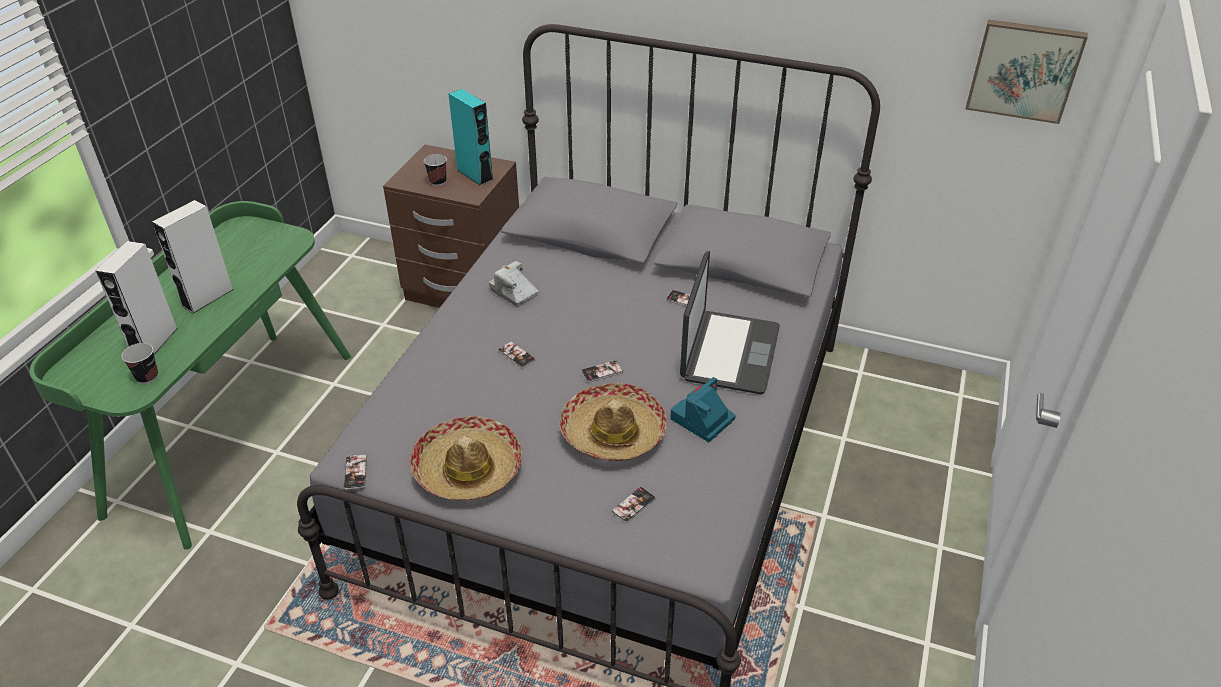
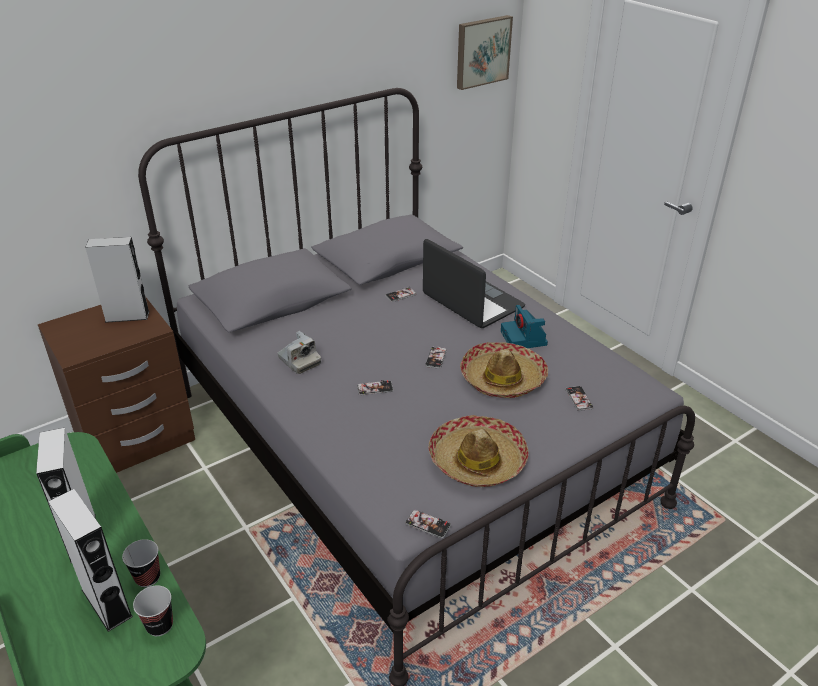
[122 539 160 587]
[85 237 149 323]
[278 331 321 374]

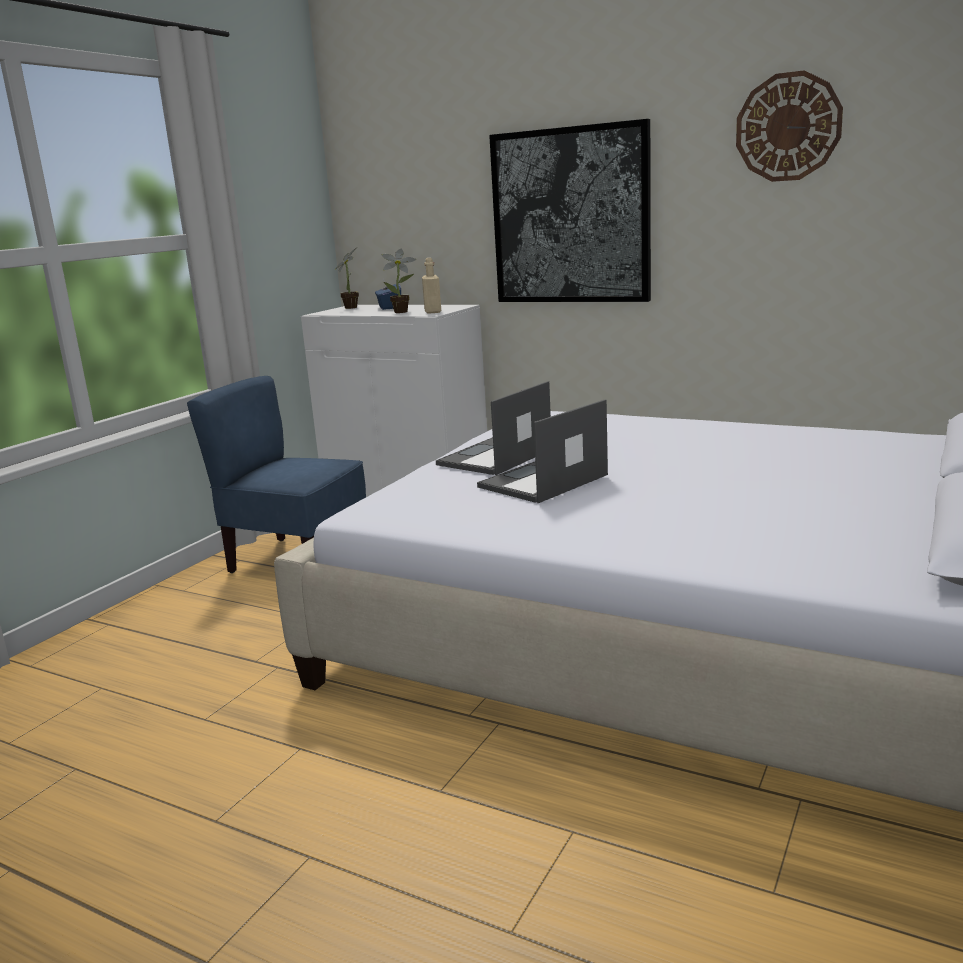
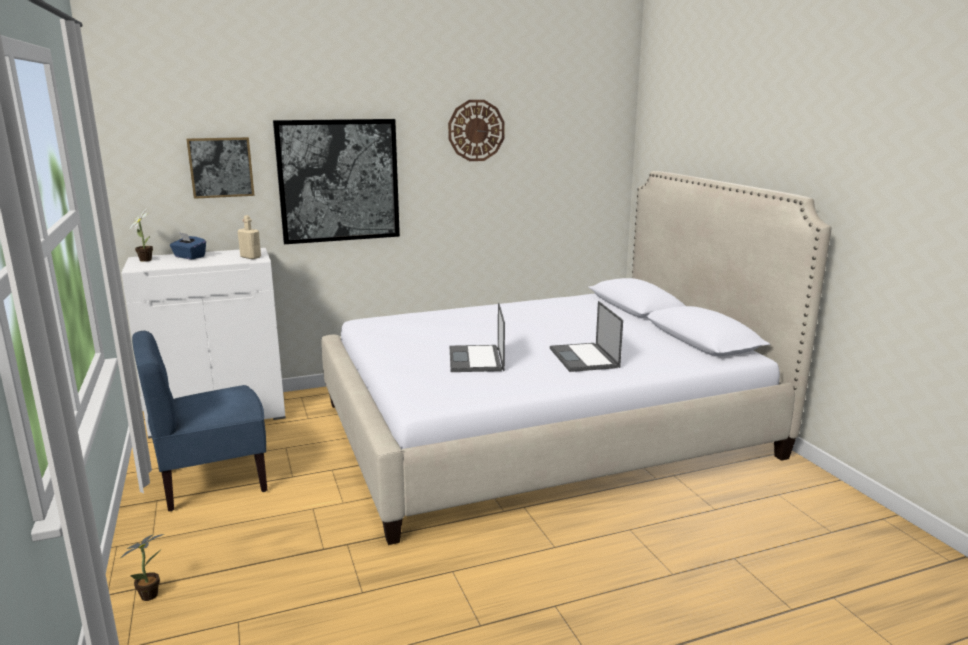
[121 534 164 601]
[550 301 623 372]
[187 137 255 199]

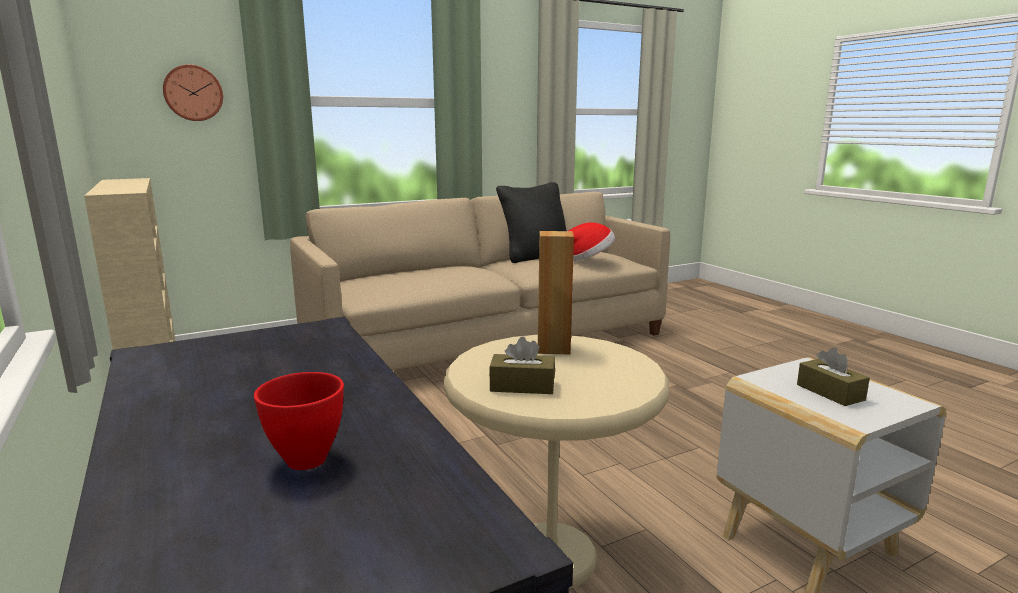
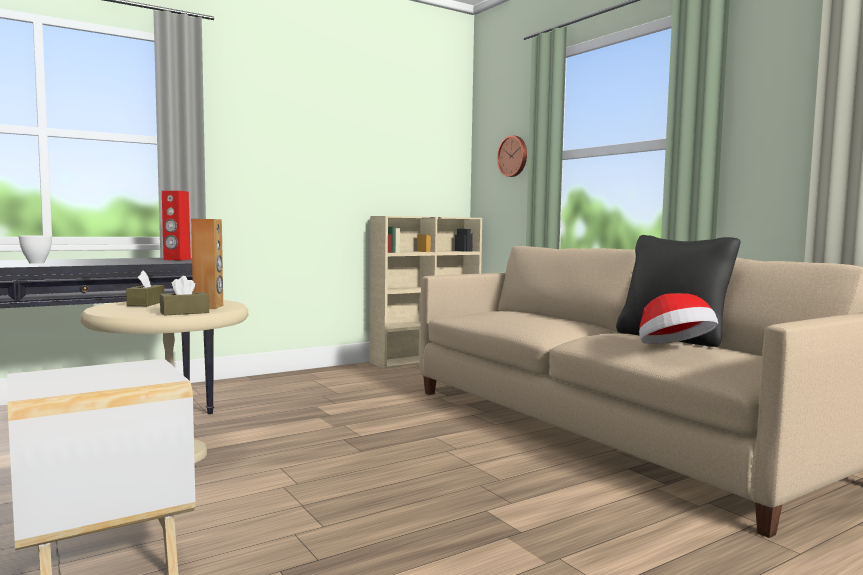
[18 235 52 264]
[160 276 209 316]
[162 191 191 260]

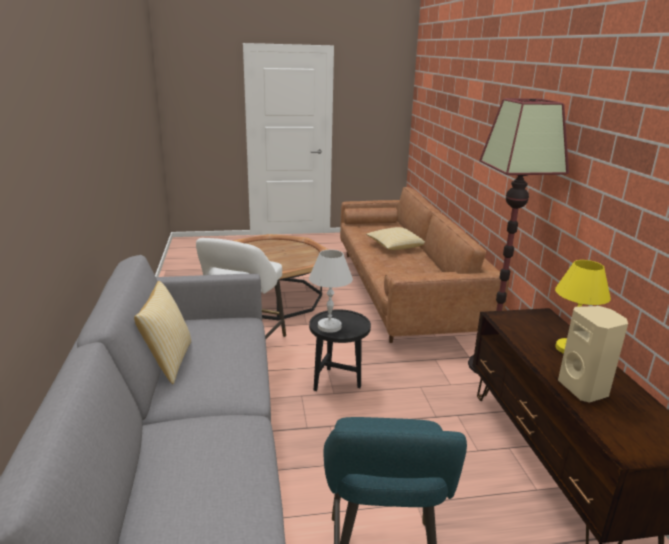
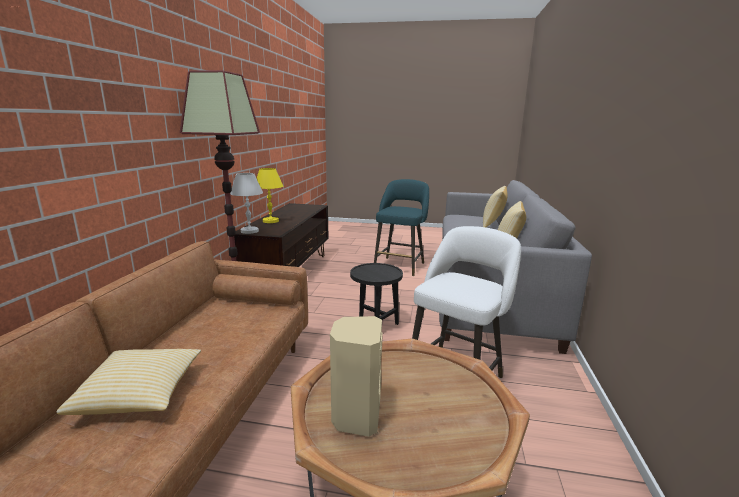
[230 173 263 234]
[330 316 383 437]
[483 186 508 227]

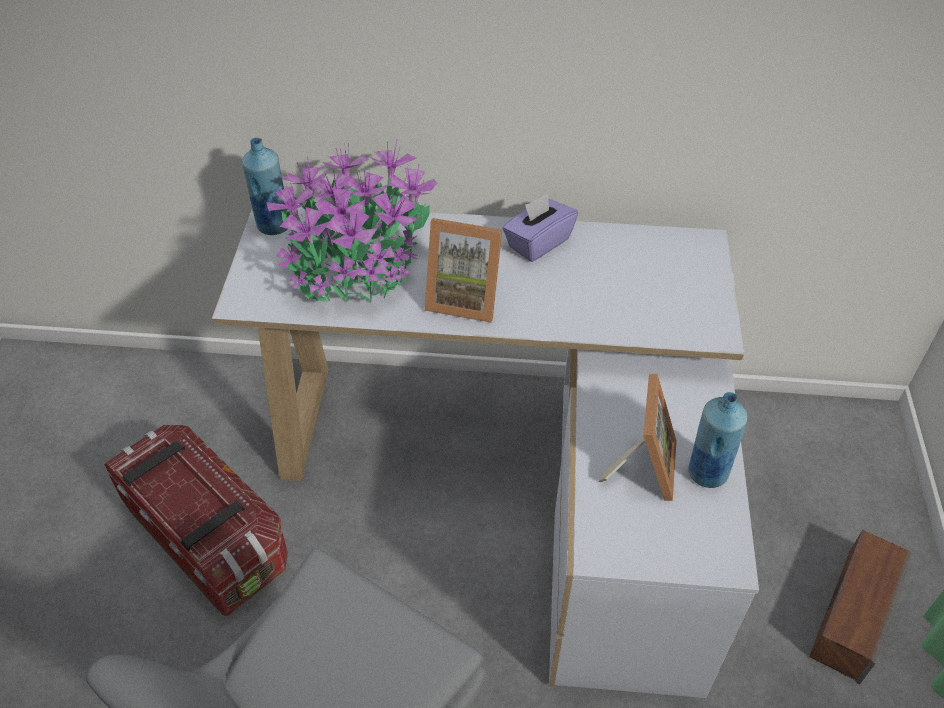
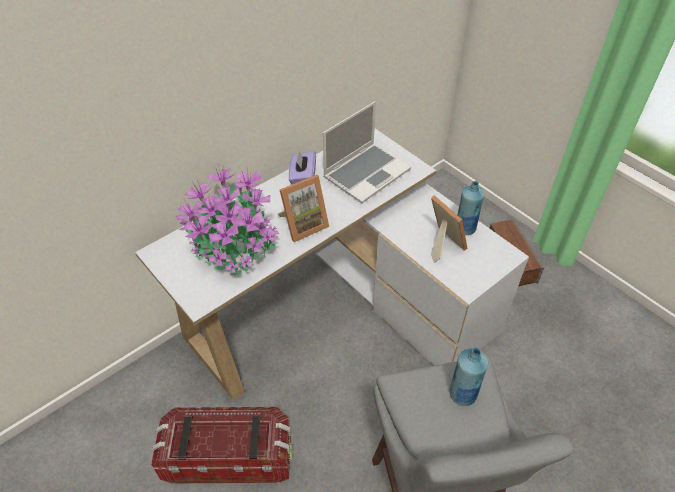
[450 347 488 406]
[323 101 411 203]

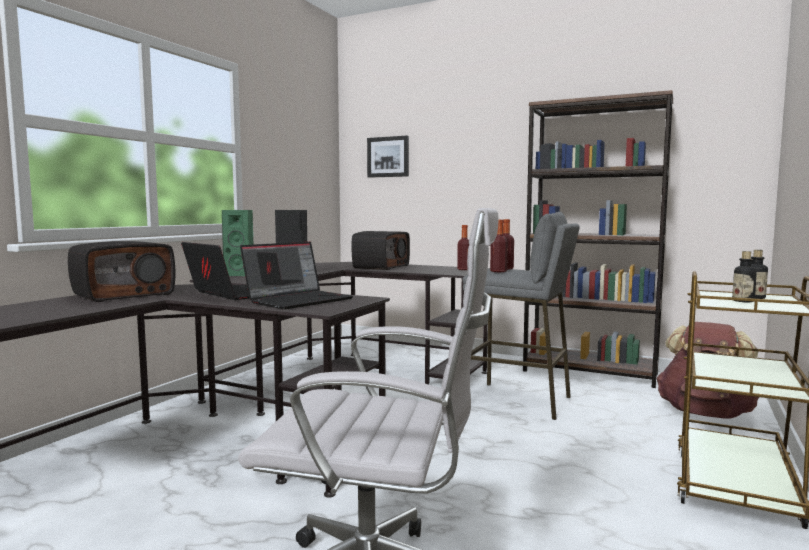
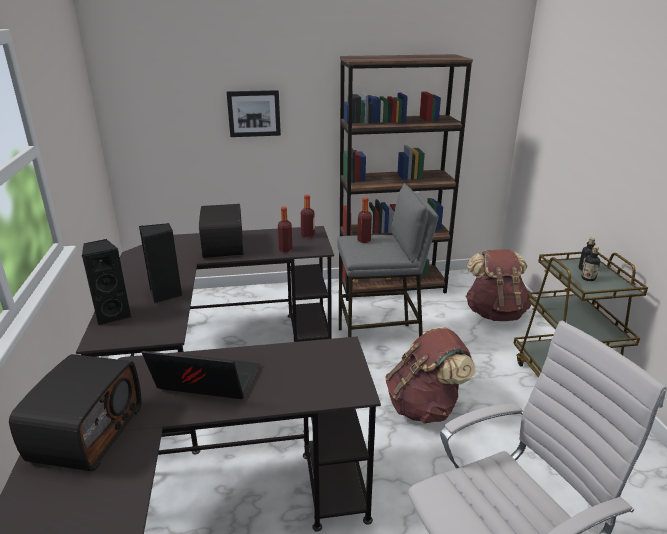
[82 239 132 326]
[240 242 353 309] (first image)
[227 90 281 137]
[278 207 293 252]
[385 327 476 423]

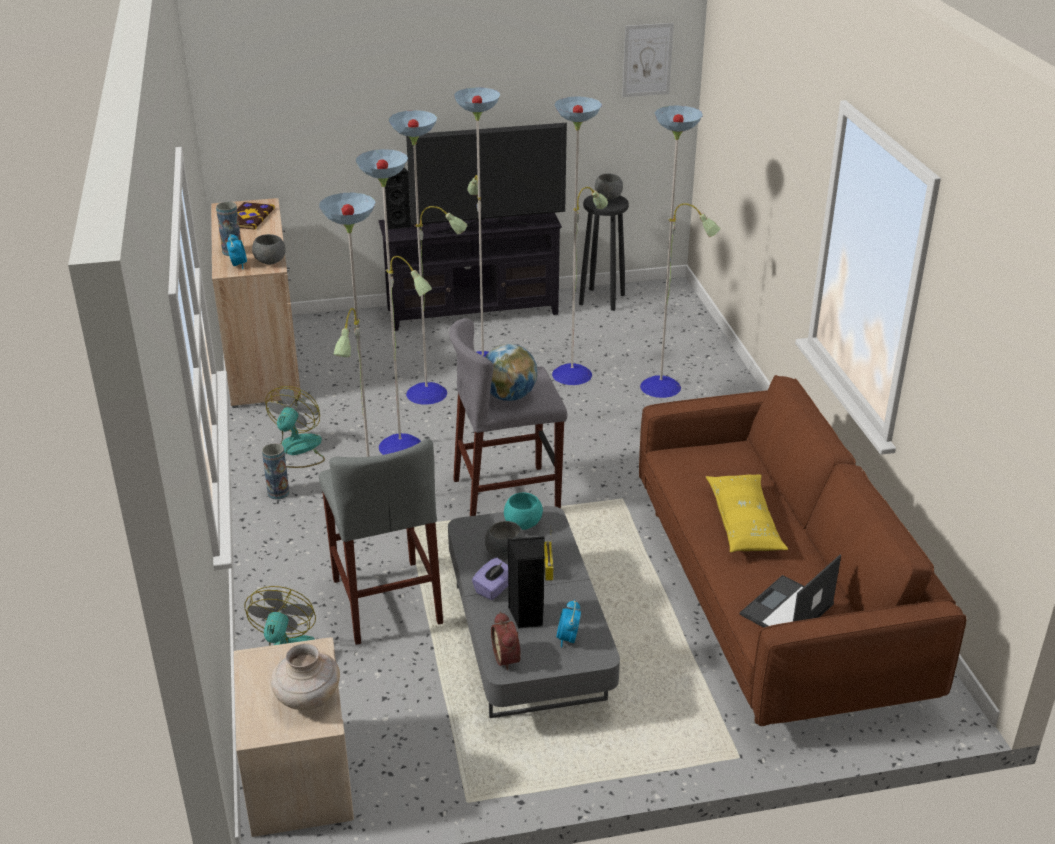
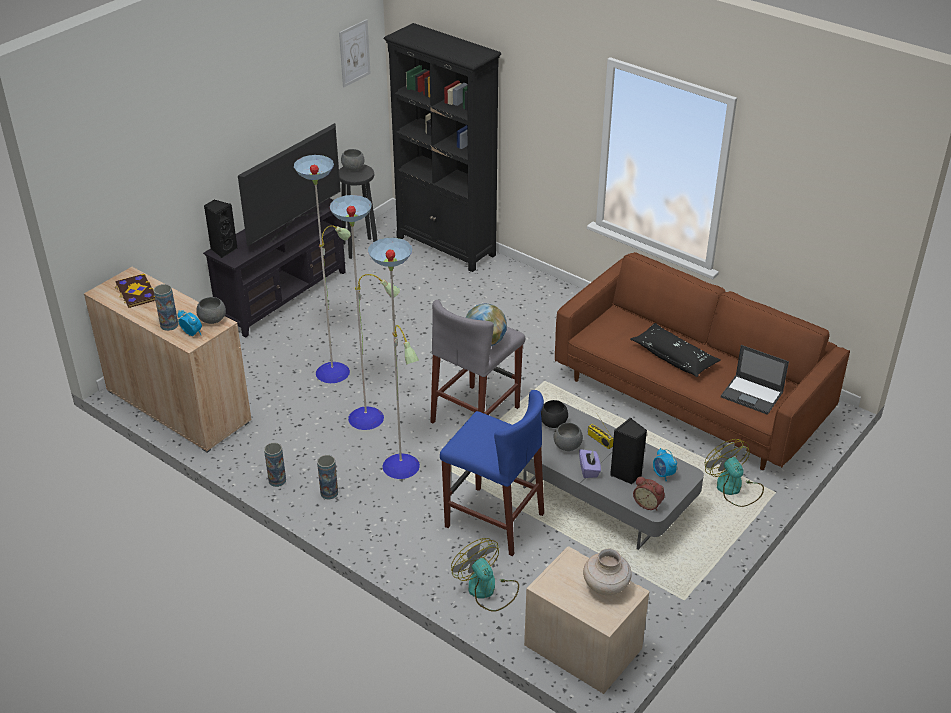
[705 439 764 507]
[440 390 544 556]
[454 87 720 398] (first image)
[541 400 568 428]
[630 323 720 377]
[721 345 789 415]
[264 443 286 487]
[384 23 501 272]

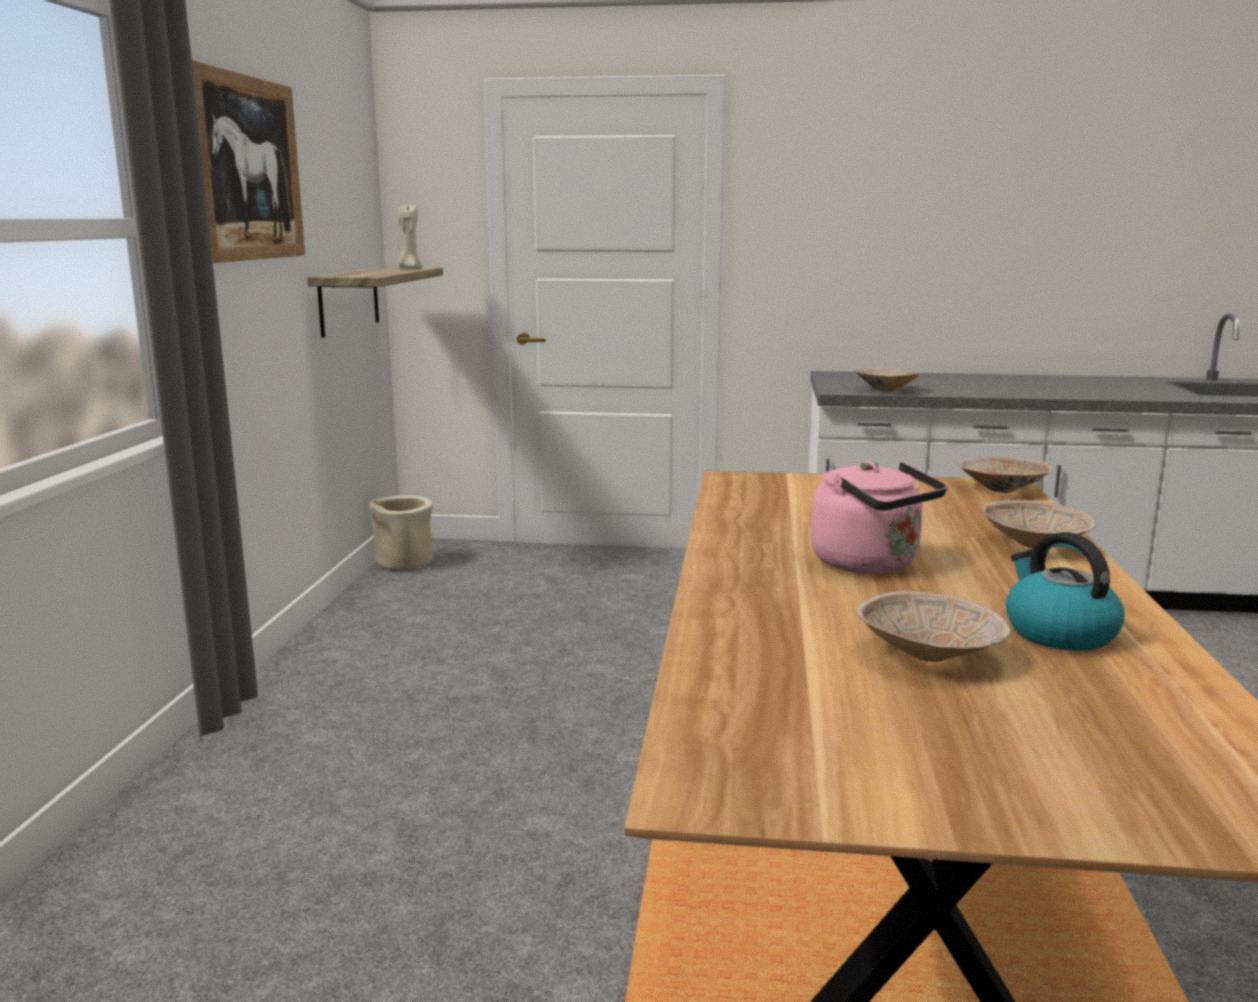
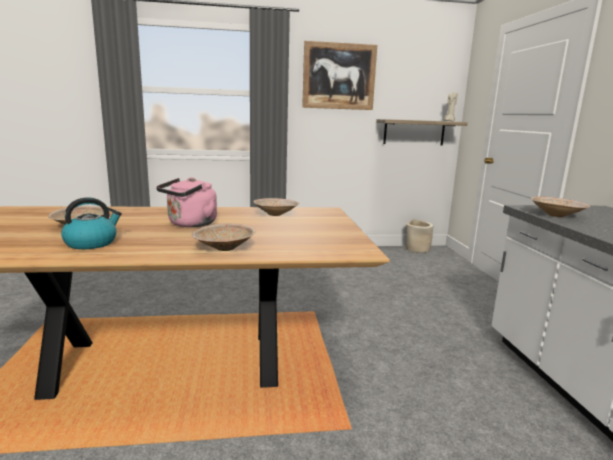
[253 198 299 216]

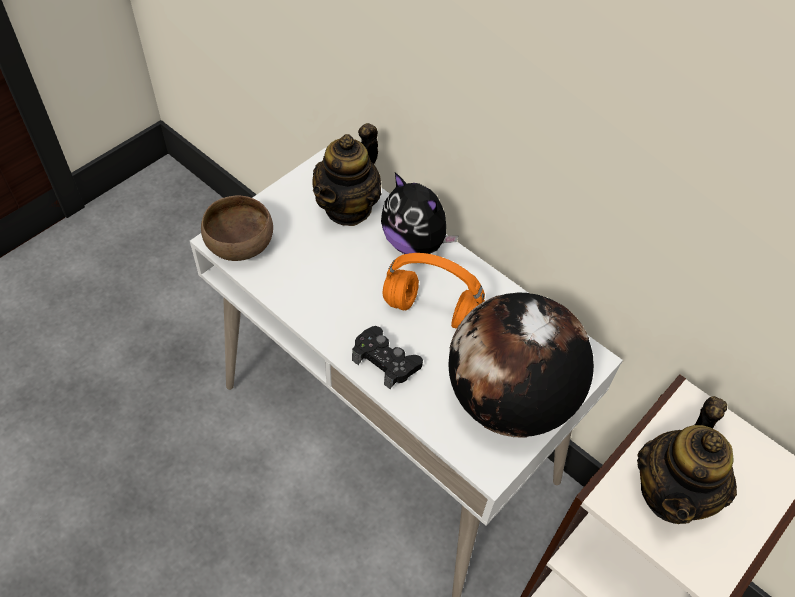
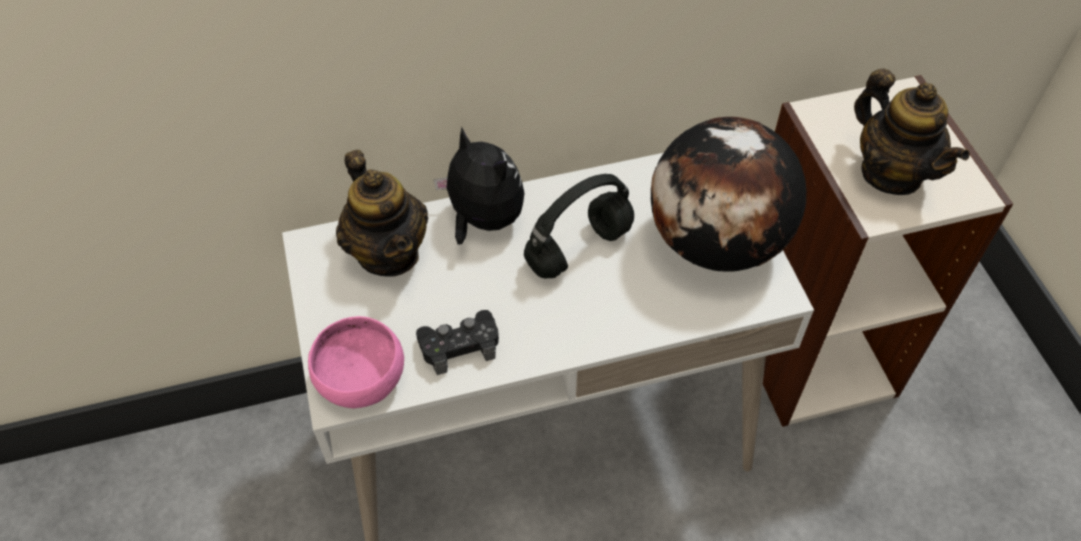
[308 316 404 408]
[416 310 499 375]
[433 127 525 245]
[524 174 634 278]

